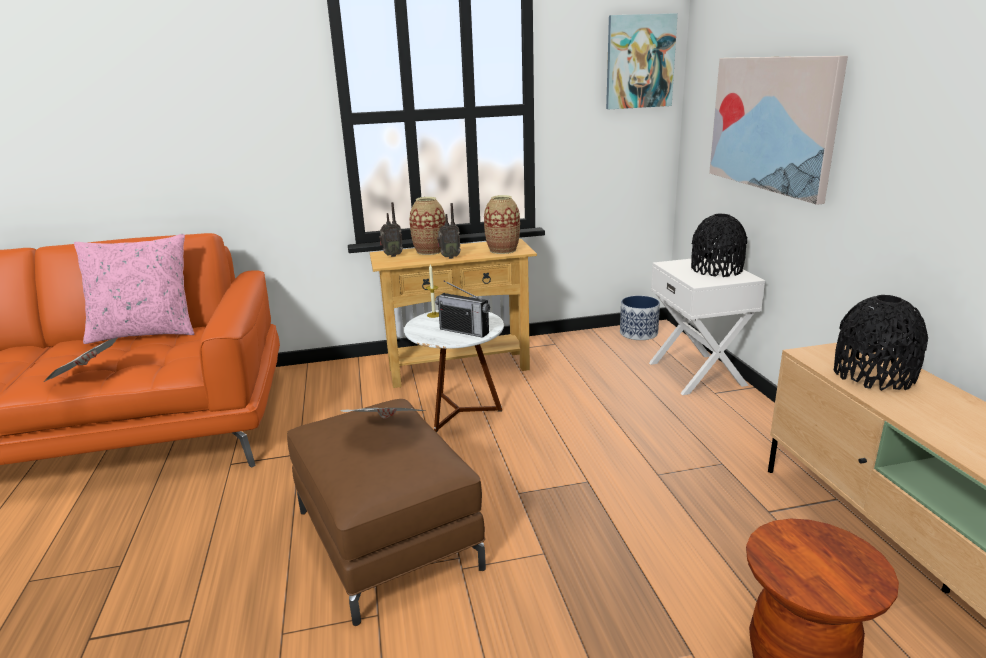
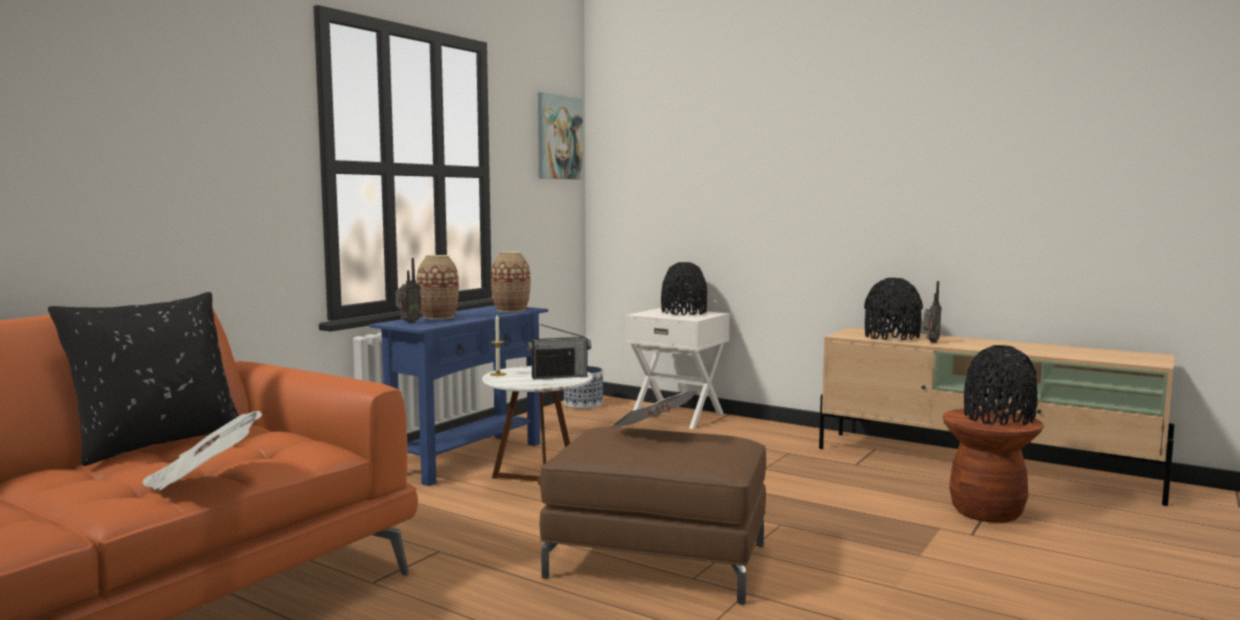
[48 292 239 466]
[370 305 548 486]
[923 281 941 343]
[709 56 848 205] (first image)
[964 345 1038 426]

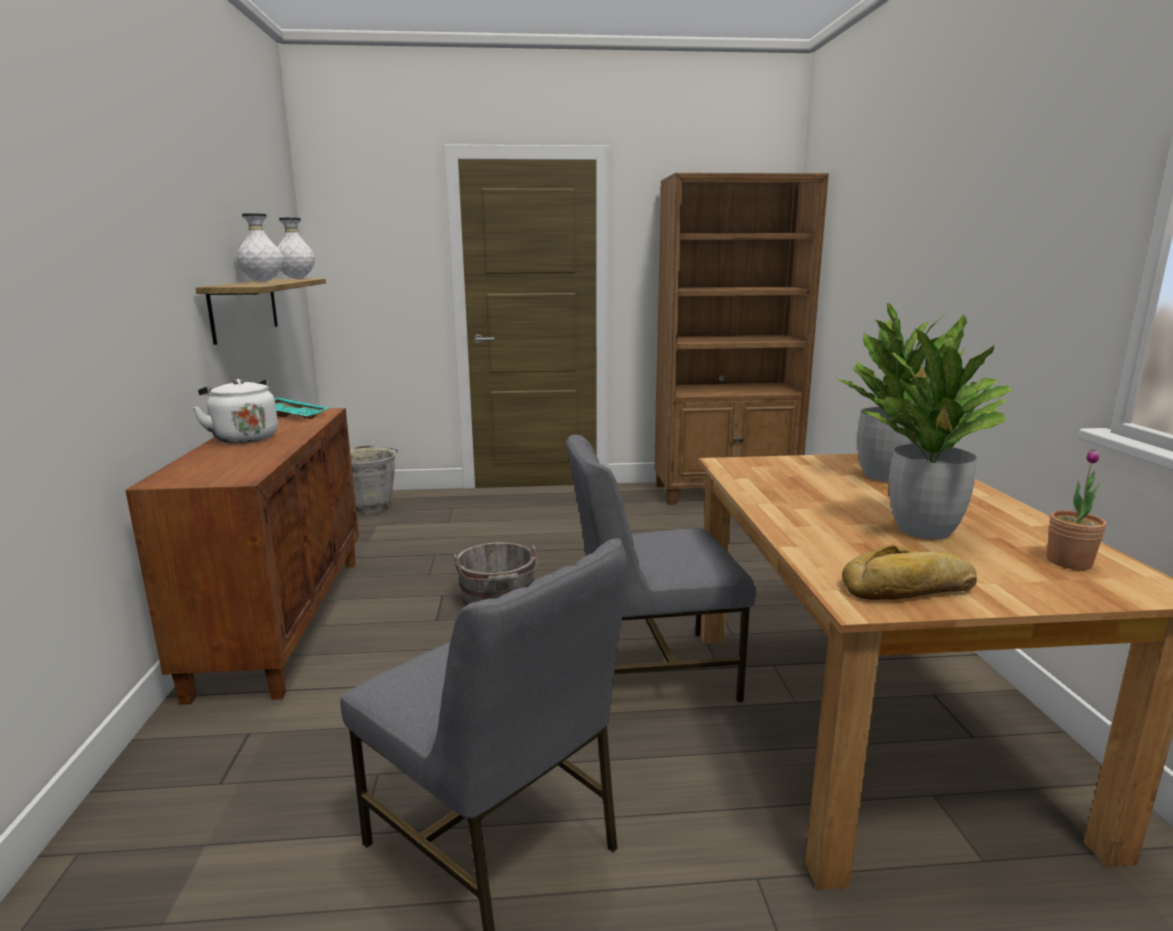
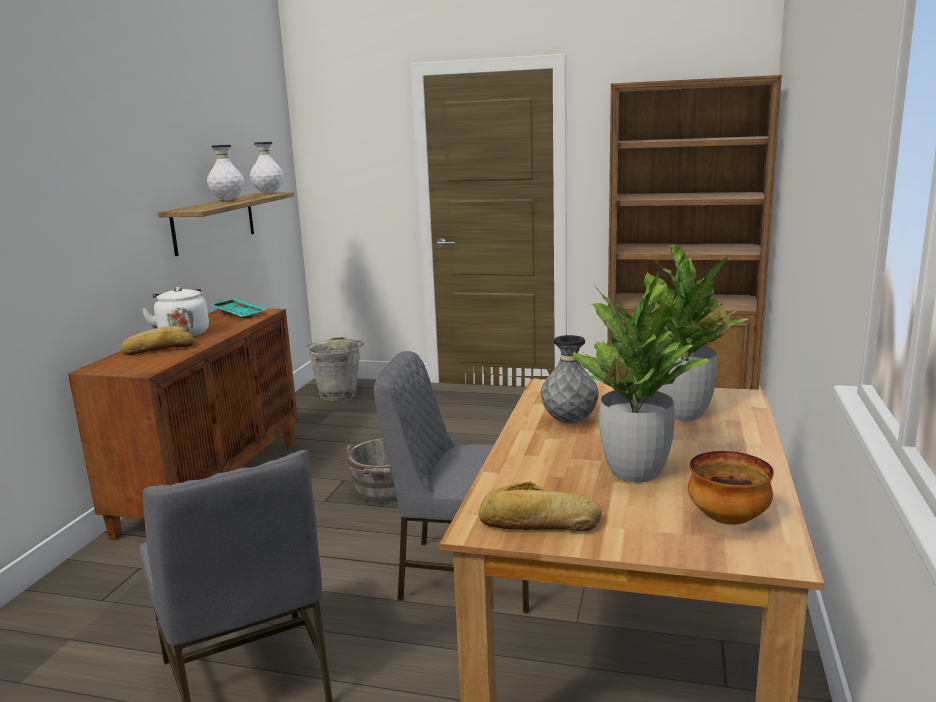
[688 451 774 525]
[121 326 195 355]
[541 335 599 424]

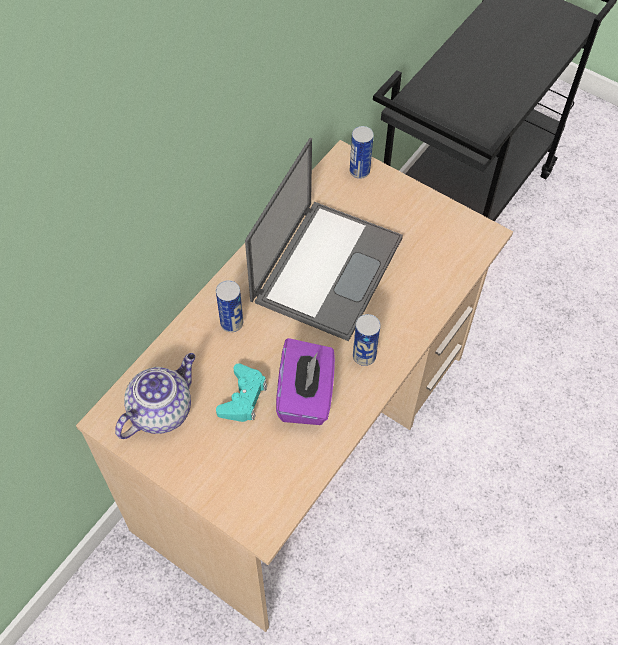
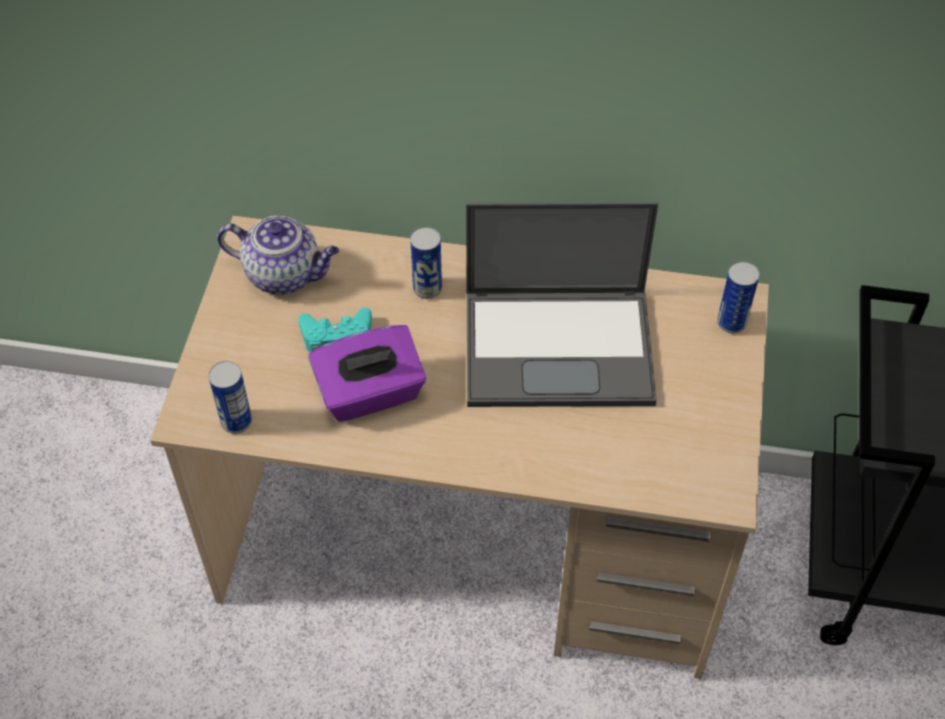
[208 361 252 434]

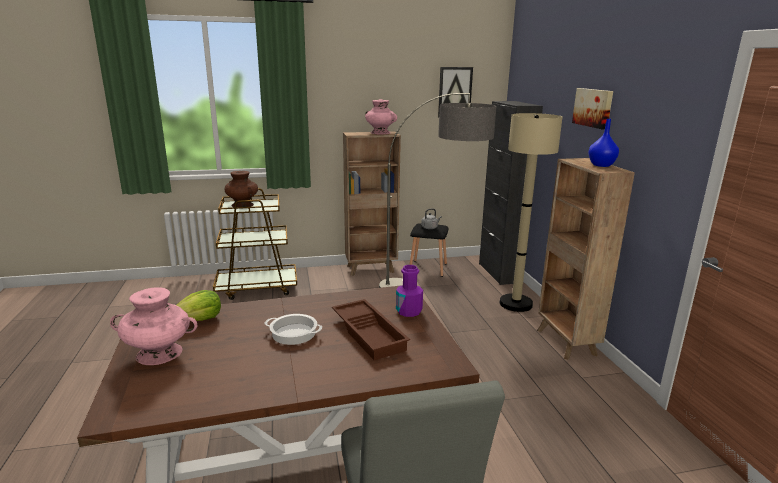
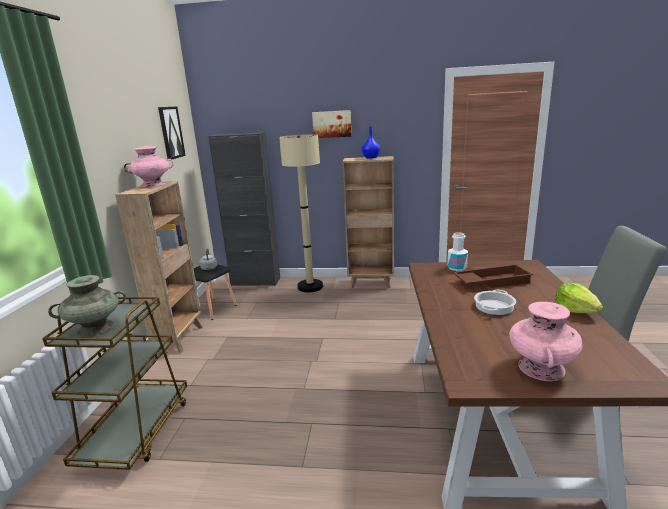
[555 282 603 313]
[48 275 126 337]
[379 93 496 288] (first image)
[447 232 468 271]

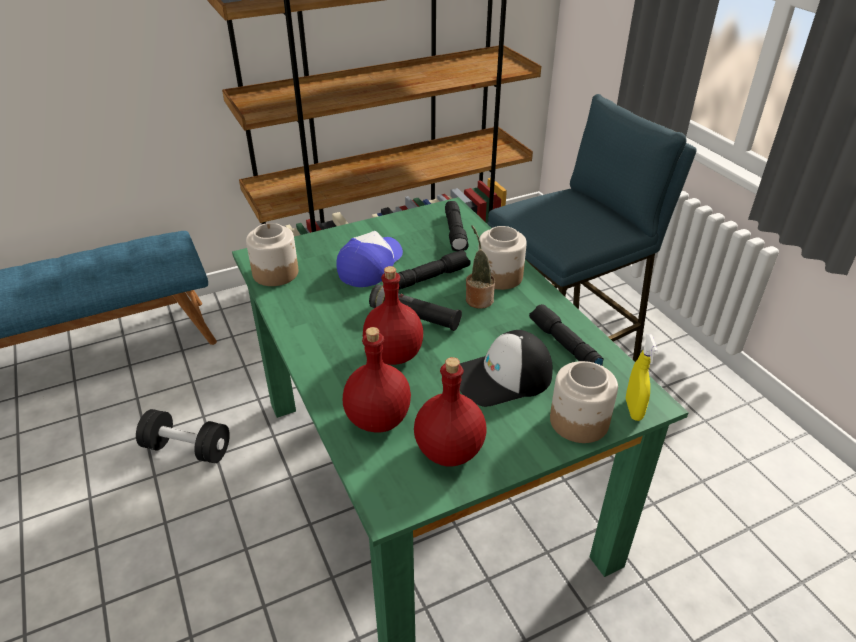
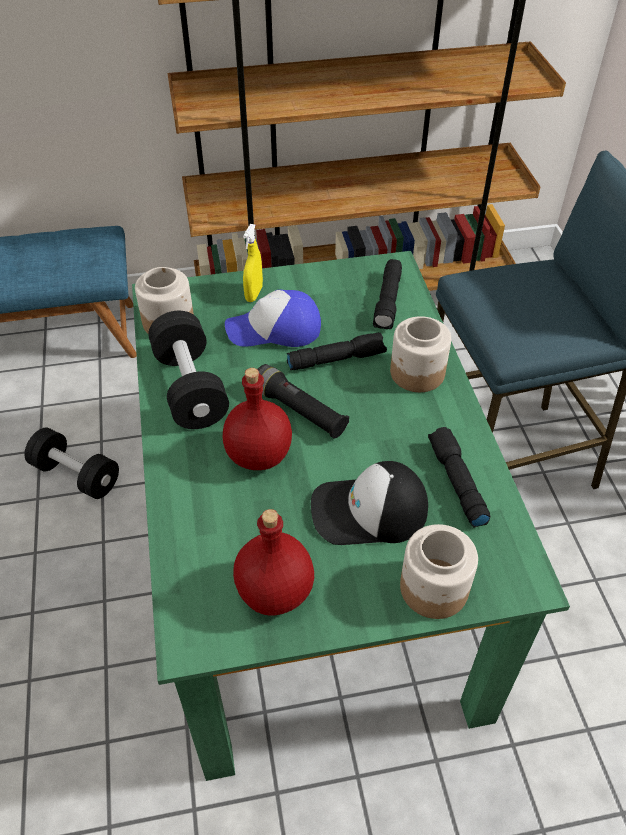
[225 290 321 347]
[343 327 411 433] (first image)
[466 225 495 309] (first image)
[243 224 263 302]
[148 311 229 429]

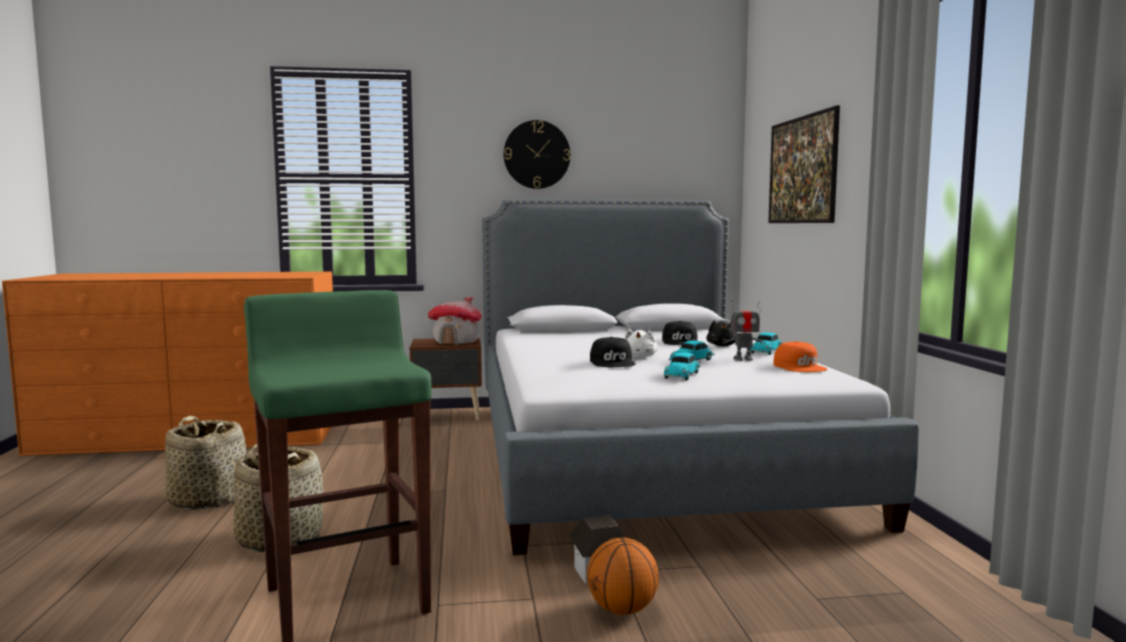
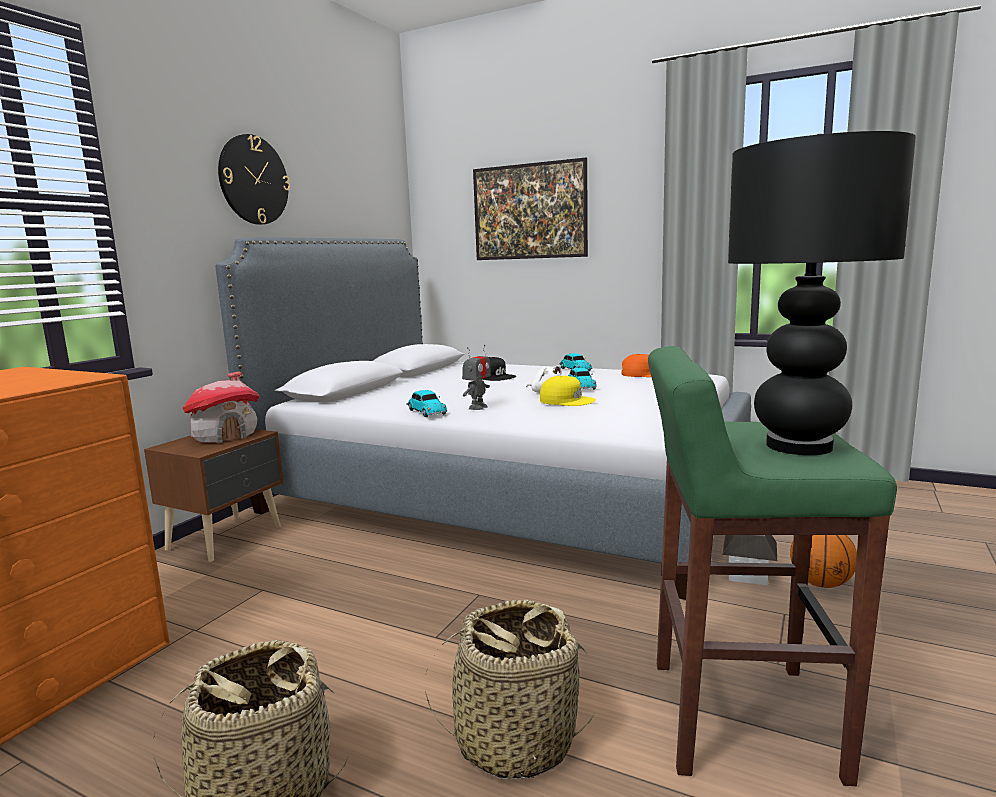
[540 376 596 406]
[406 390 447 417]
[706 320 737 346] (first image)
[462 345 491 410]
[728 131 916 455]

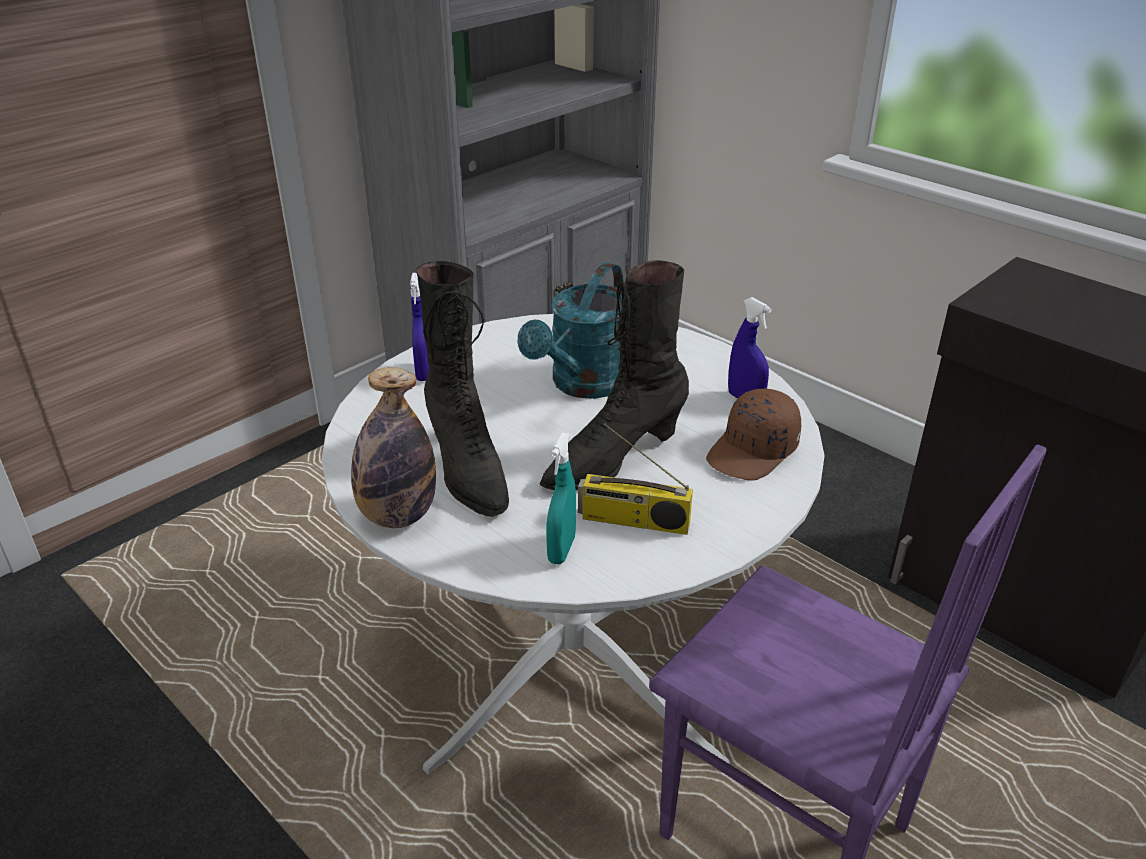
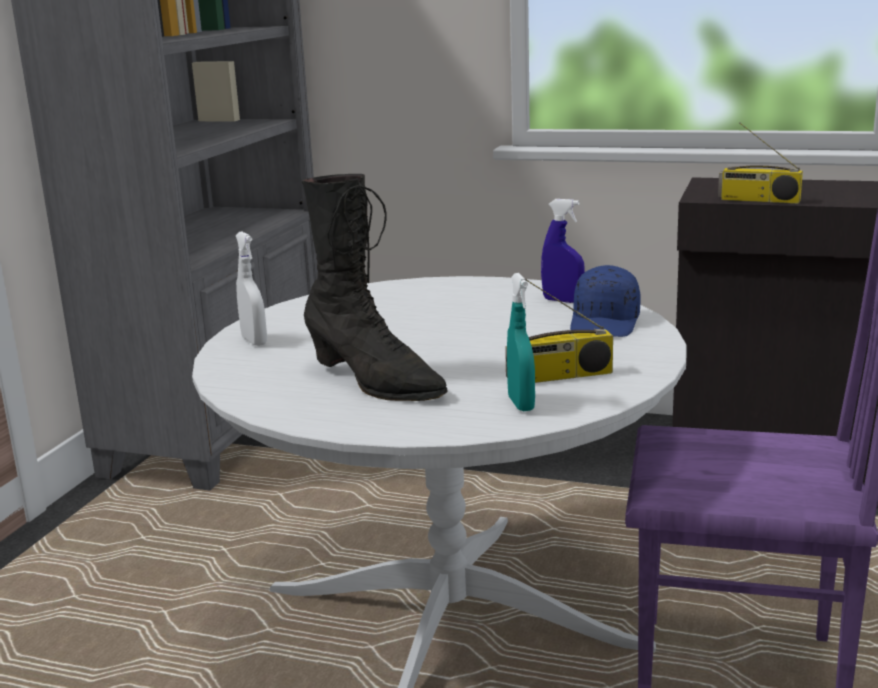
[351 367 436 528] (first image)
[236 231 267 346]
[518 262 624 399] (first image)
[539 260 689 490] (first image)
[570 265 640 337]
[718 123 803 203]

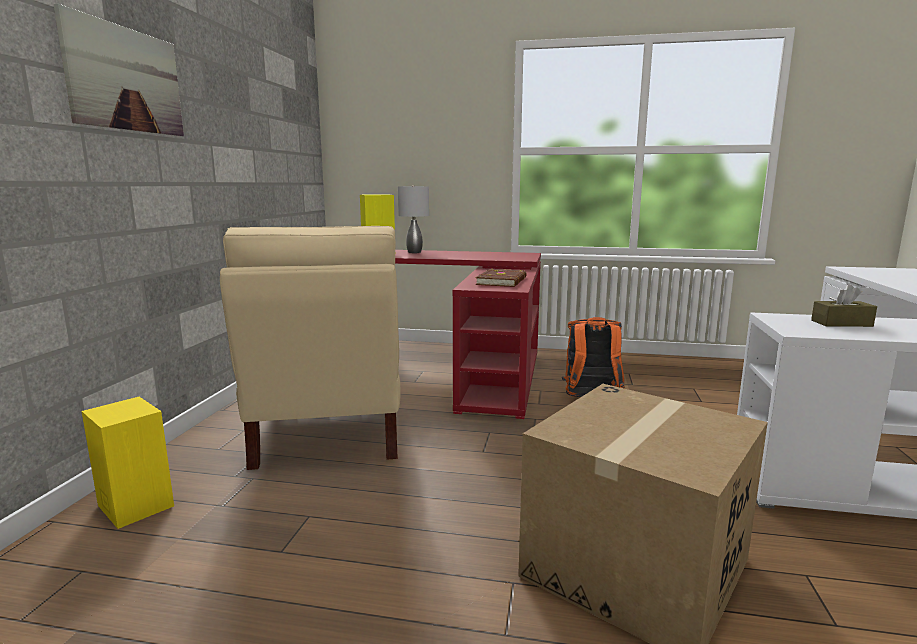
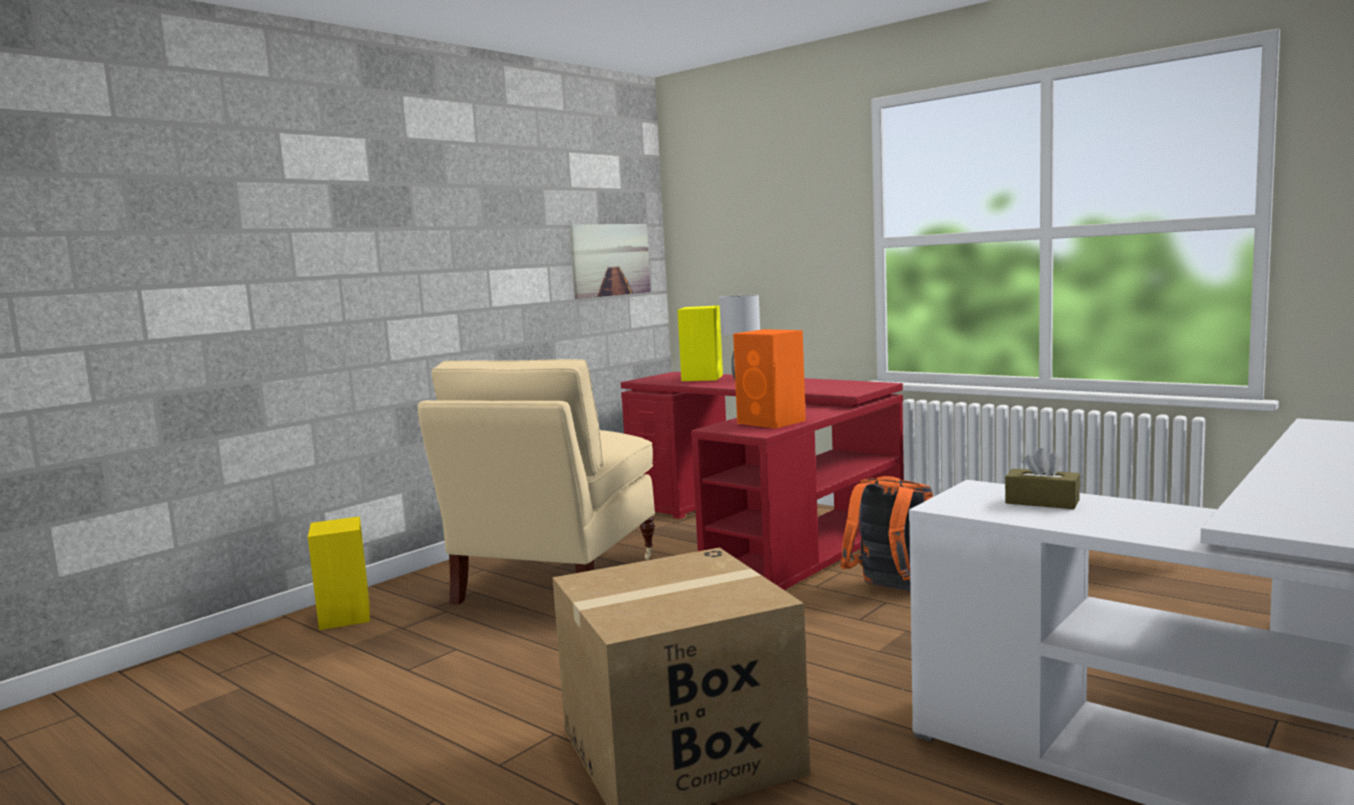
[570 224 651 299]
[733 329 806 428]

